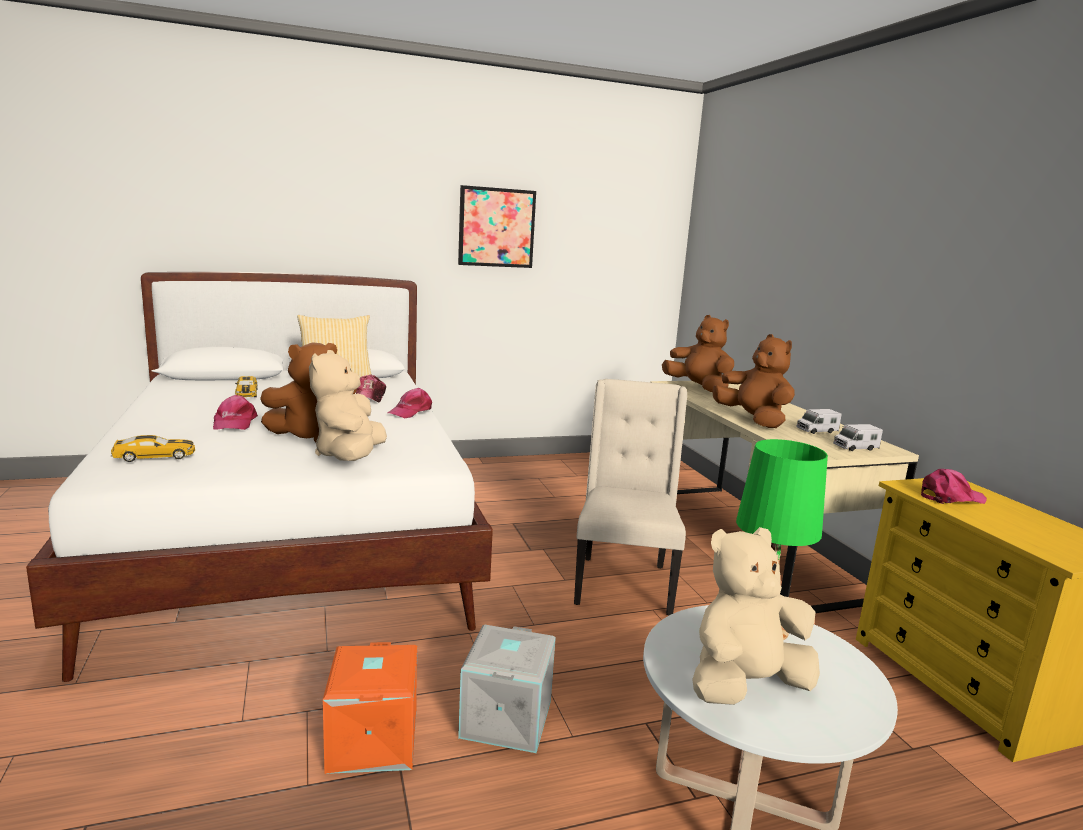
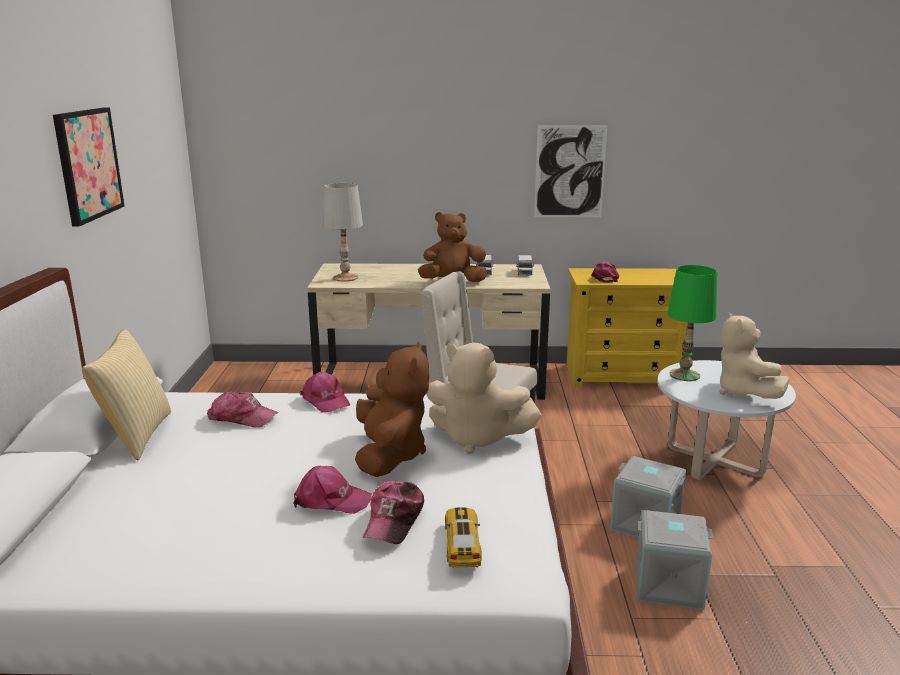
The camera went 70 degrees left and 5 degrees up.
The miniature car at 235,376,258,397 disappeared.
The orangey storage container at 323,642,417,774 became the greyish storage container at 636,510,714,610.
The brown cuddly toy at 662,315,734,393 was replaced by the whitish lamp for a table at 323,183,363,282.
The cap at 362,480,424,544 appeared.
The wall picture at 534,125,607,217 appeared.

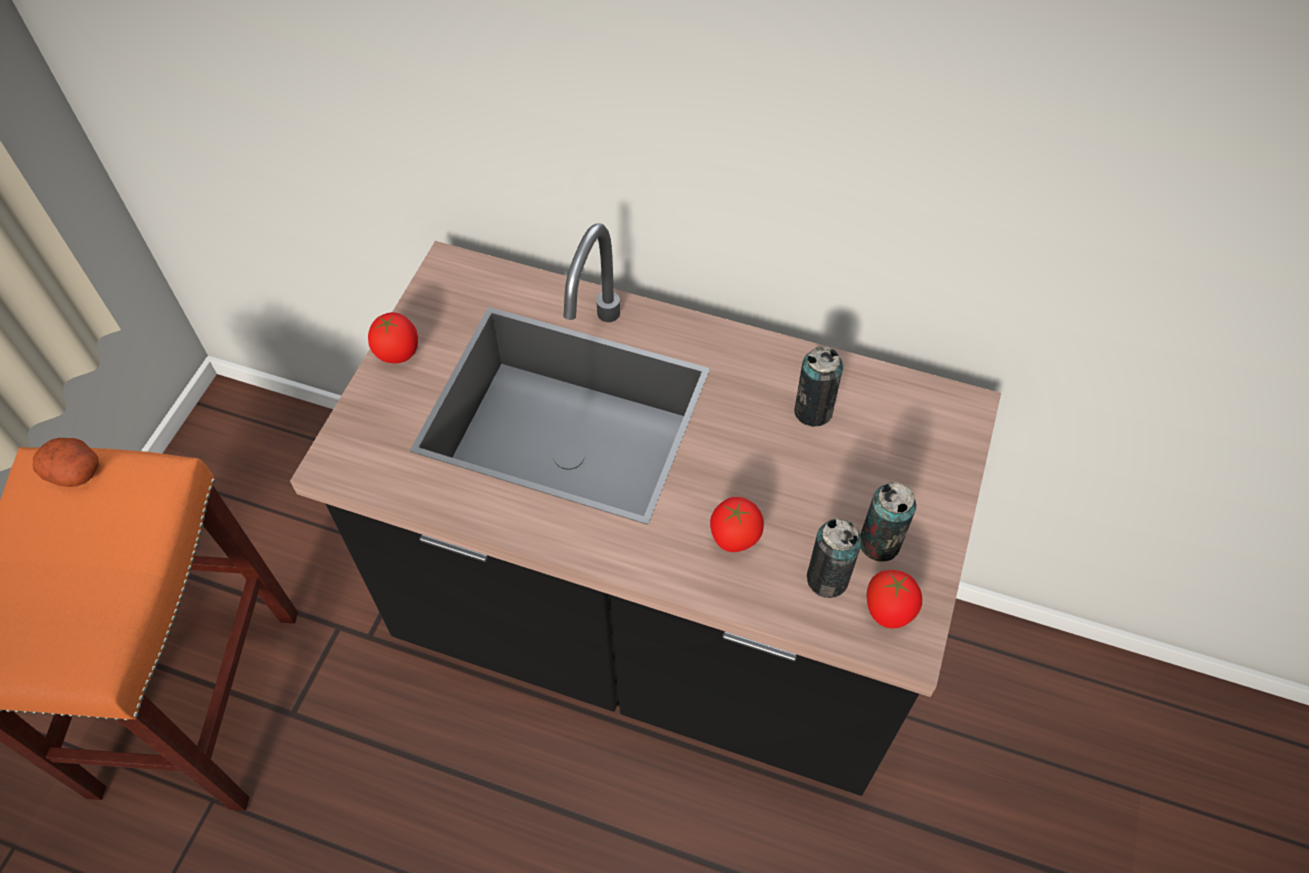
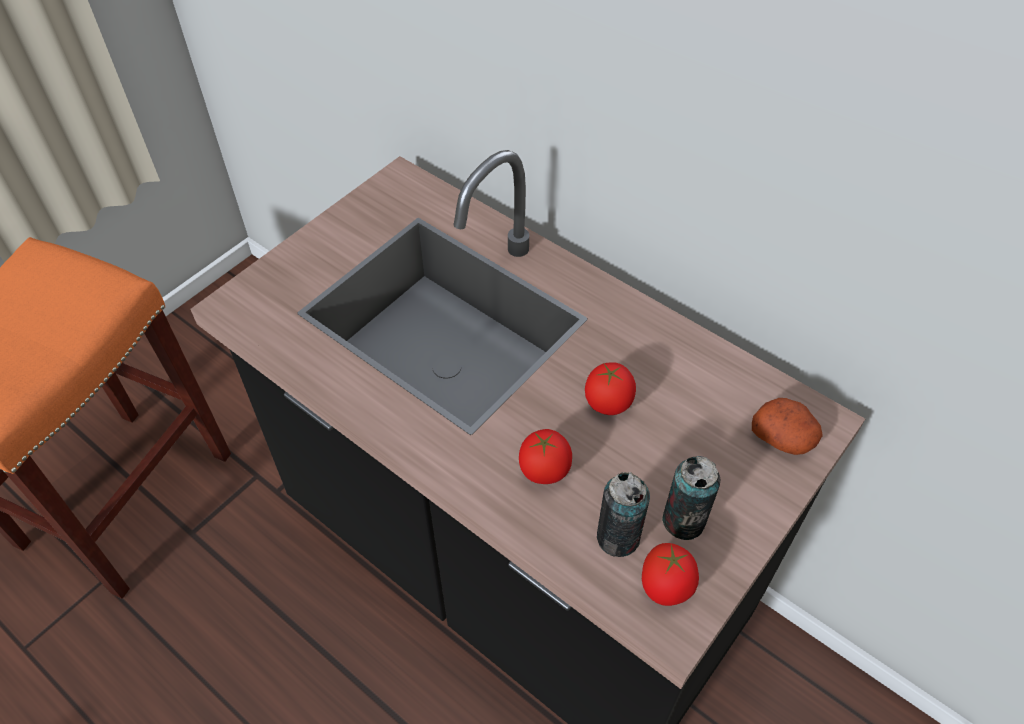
The camera went 20 degrees right and 5 degrees down.
The spud moved from 33,438,99,487 to 752,398,823,455.
The whole tomato moved from 368,312,418,363 to 585,362,636,415.
The can at 794,346,844,427 disappeared.

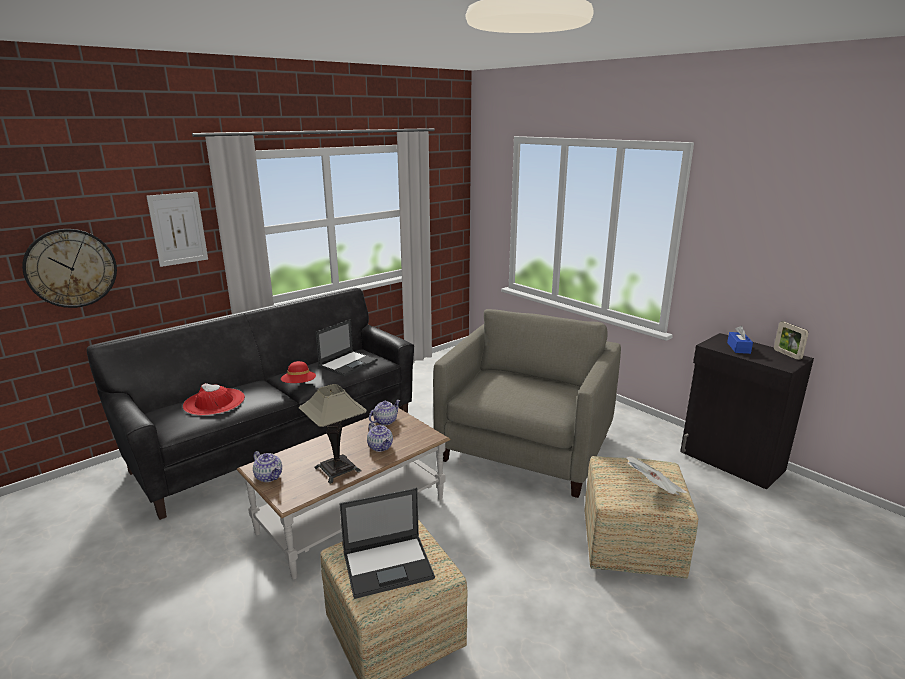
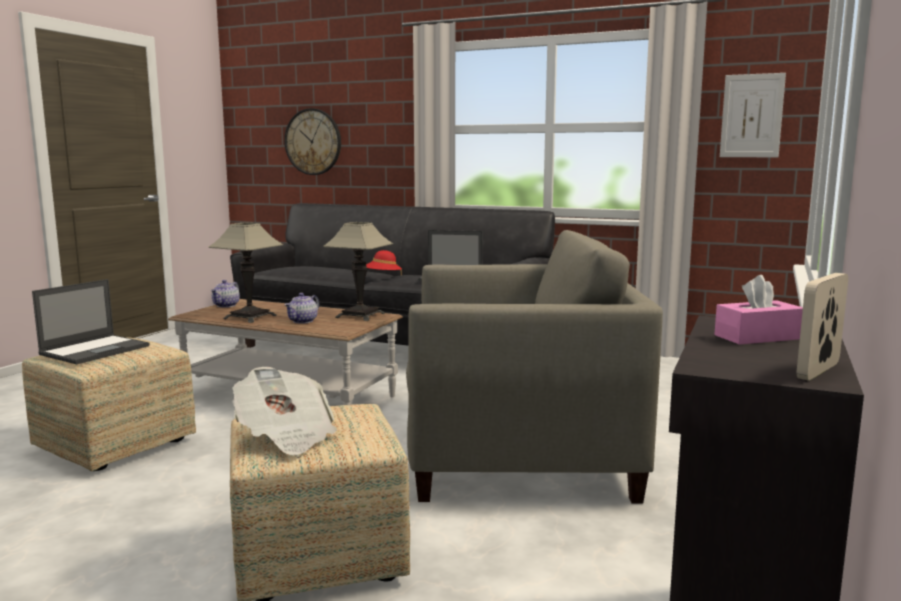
The camera went 65 degrees right and 10 degrees down.
The wall picture moved from 146,192,208,267 to 720,73,786,157.
The reddish wearable hat at 183,383,245,415 disappeared.
The portable computer at 339,488,435,599 turned 105 degrees counterclockwise.
The teapot at 369,400,401,425 was replaced by the lamp for a table at 323,222,393,321.
The blue-coloured tissue holder at 727,326,753,354 became the pink tissue holder at 714,275,803,345.

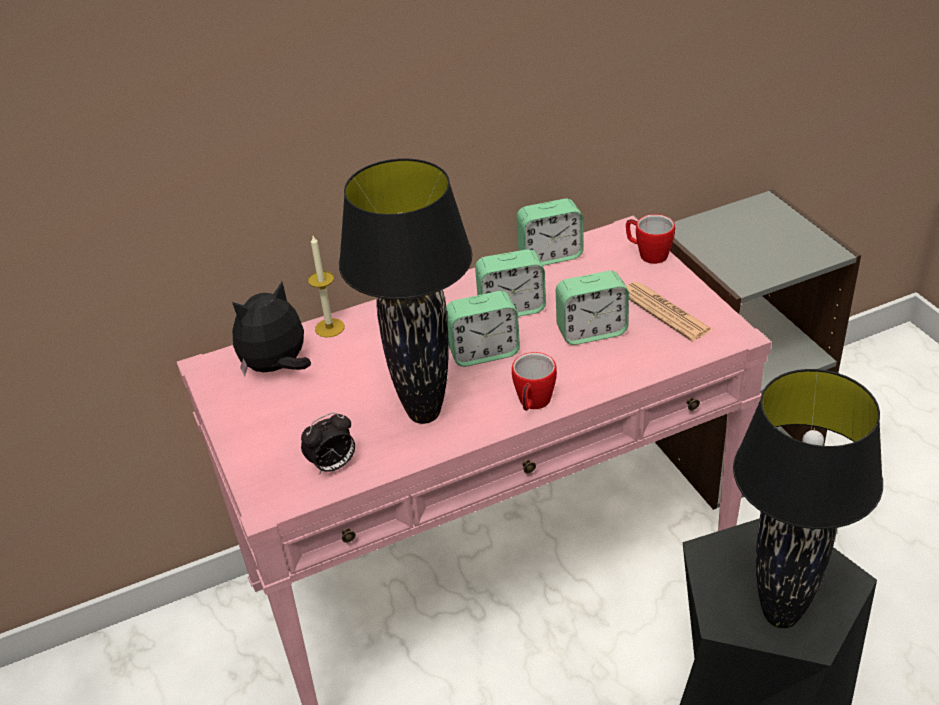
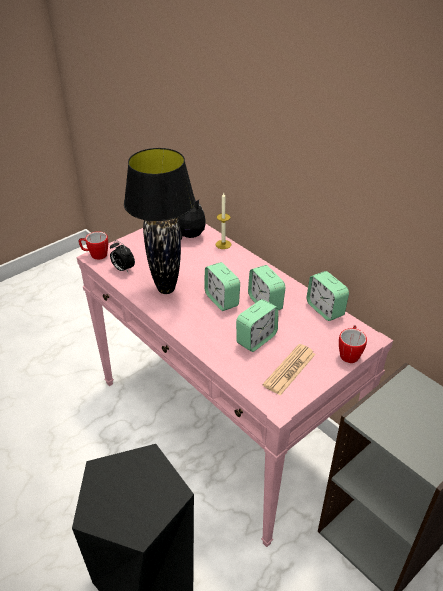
The camera went 70 degrees right and 0 degrees up.
The mug moved from 512,352,557,411 to 79,231,108,260.
The table clock at 556,271,629,345 turned 105 degrees counterclockwise.
The black lamp for a table at 733,369,883,628 disappeared.

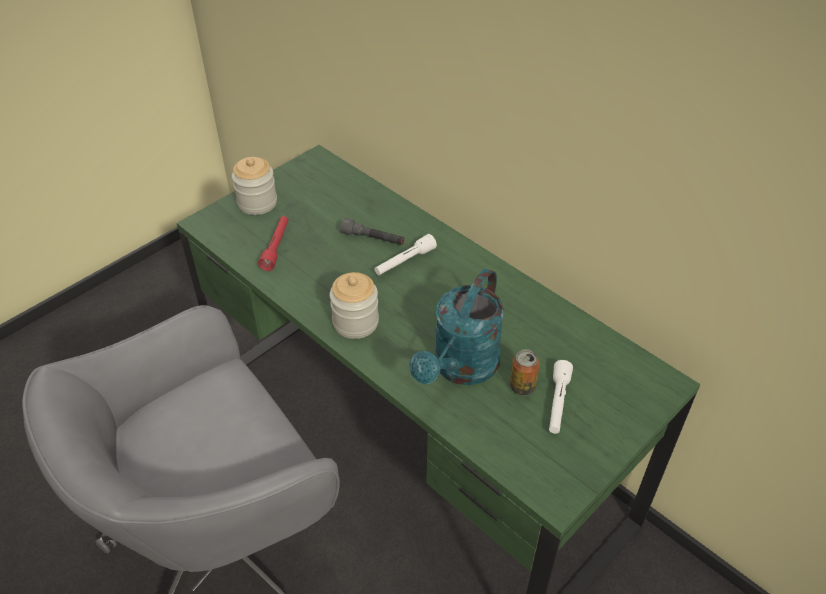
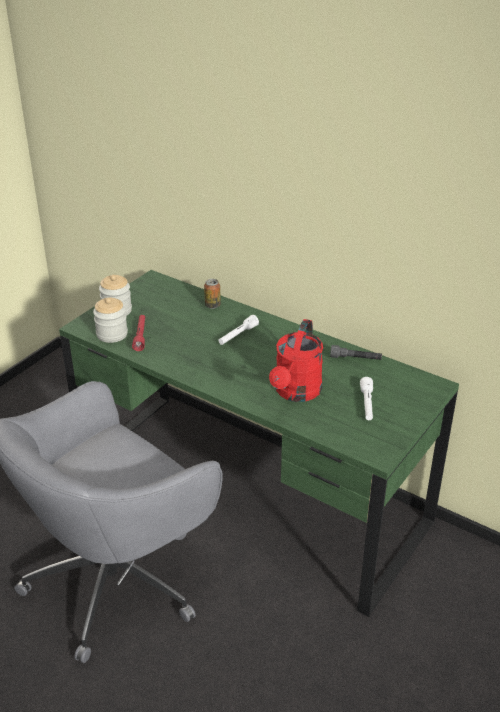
The camera went 10 degrees left and 10 degrees down.
The preserve jar moved from 330,272,379,339 to 93,298,128,343.
The greyish torch moved from 340,218,404,245 to 330,345,382,360.
The turquoise-coloured sprinkling can at 409,268,504,385 became the reddish sprinkling can at 269,319,323,402.
The can moved from 510,349,540,395 to 204,279,221,309.

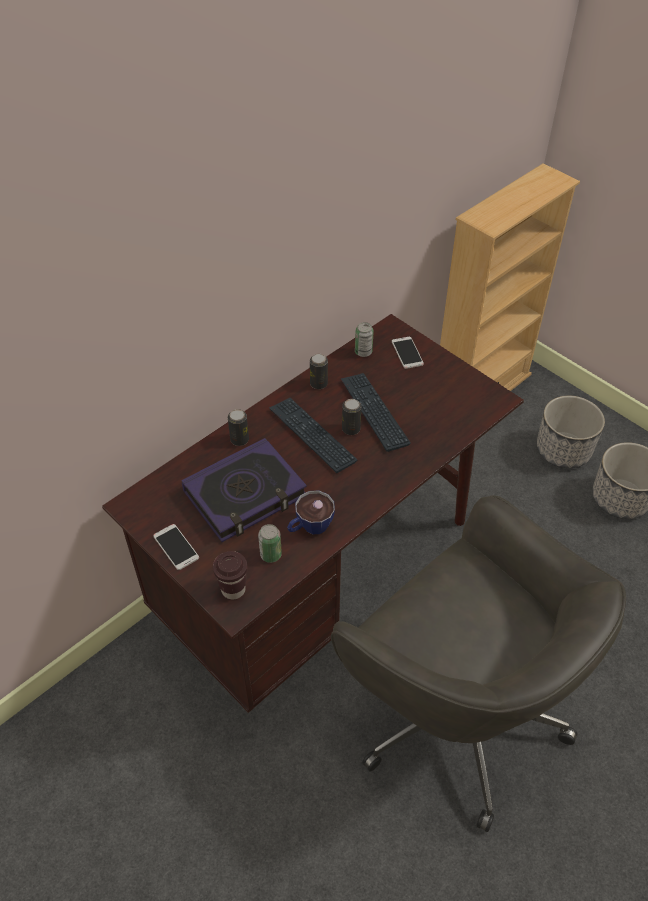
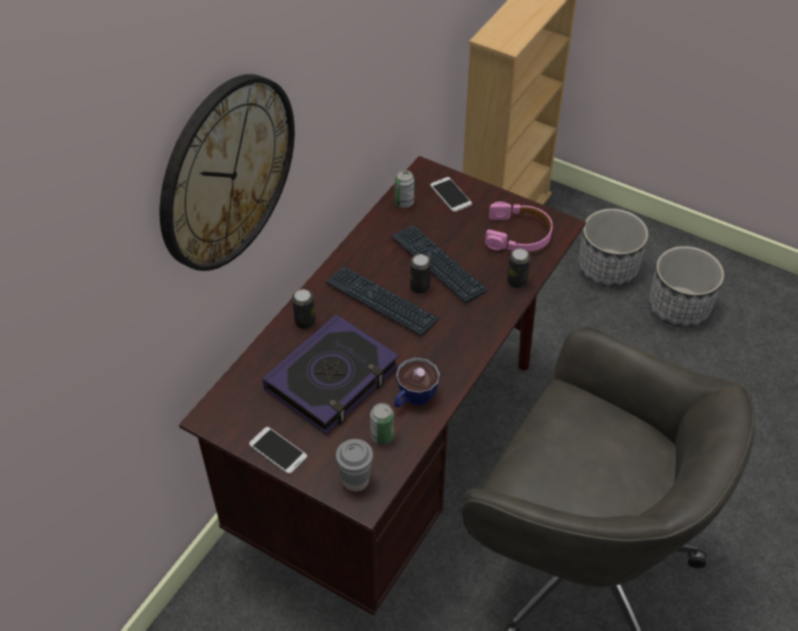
The camera went 15 degrees left and 0 degrees up.
The brown drinking cup at 213,551,247,599 became the greyish drinking cup at 336,439,373,491.
The can moved from 310,354,328,389 to 507,249,530,288.
The clock on the wall at 160,74,295,271 appeared.
The pink pair of headphones at 485,202,553,252 appeared.

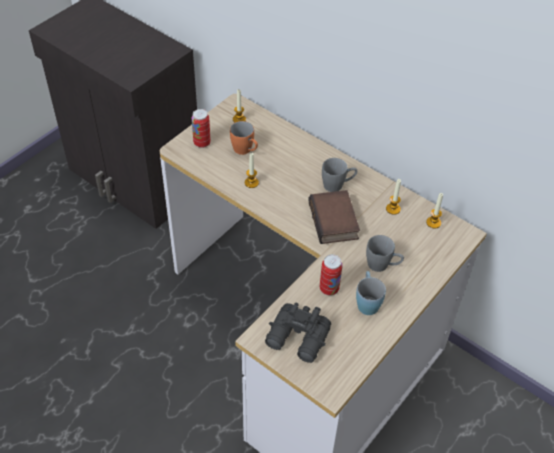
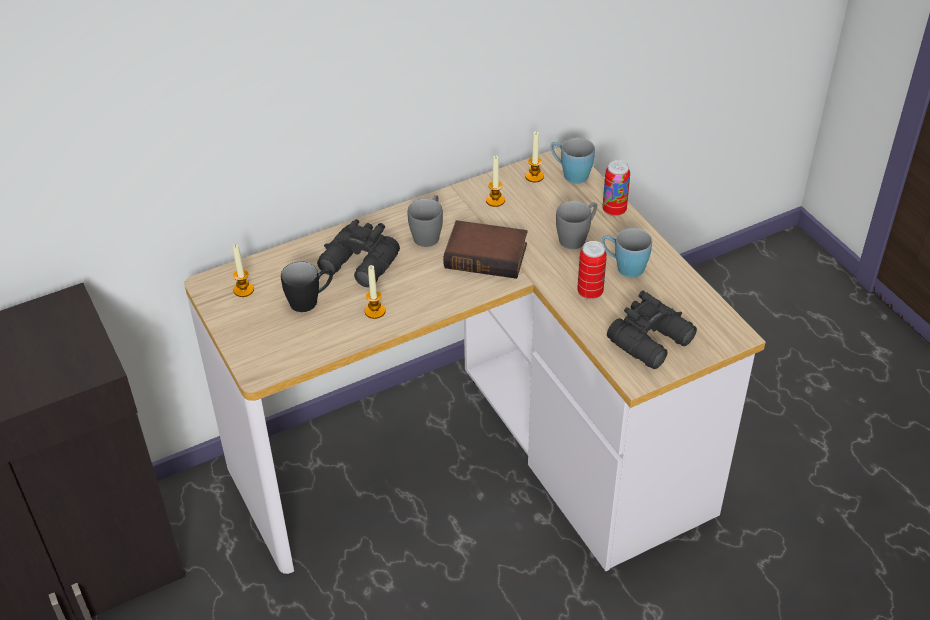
The camera went 65 degrees left and 5 degrees down.
The can moved from 192,109,211,148 to 602,160,630,217.
The orangey mug at 230,121,258,155 became the black mug at 281,261,333,312.
The black field glasses at 317,219,400,287 appeared.
The blue-coloured mug at 550,137,595,184 appeared.

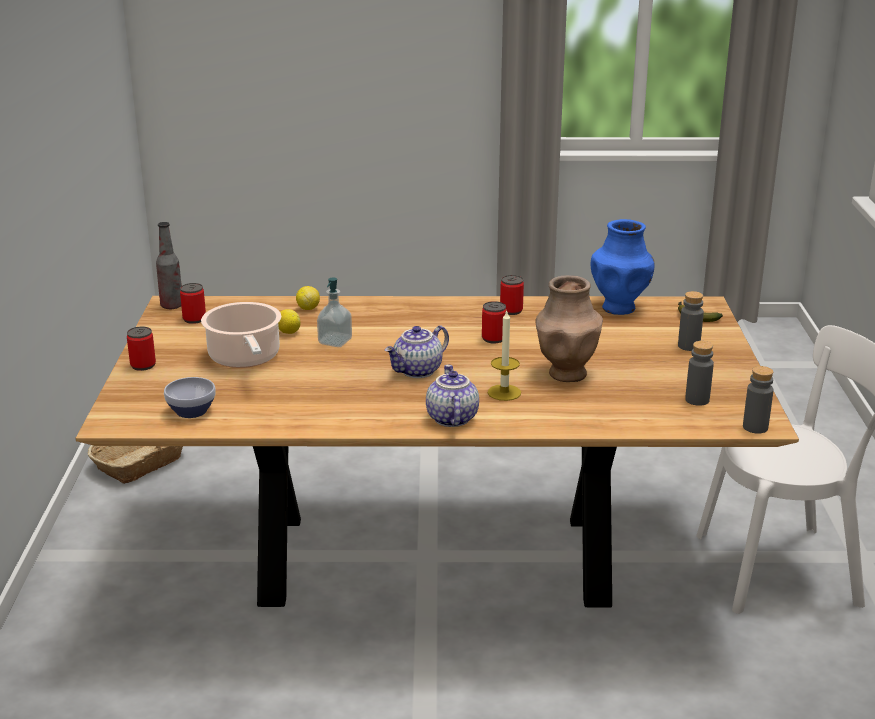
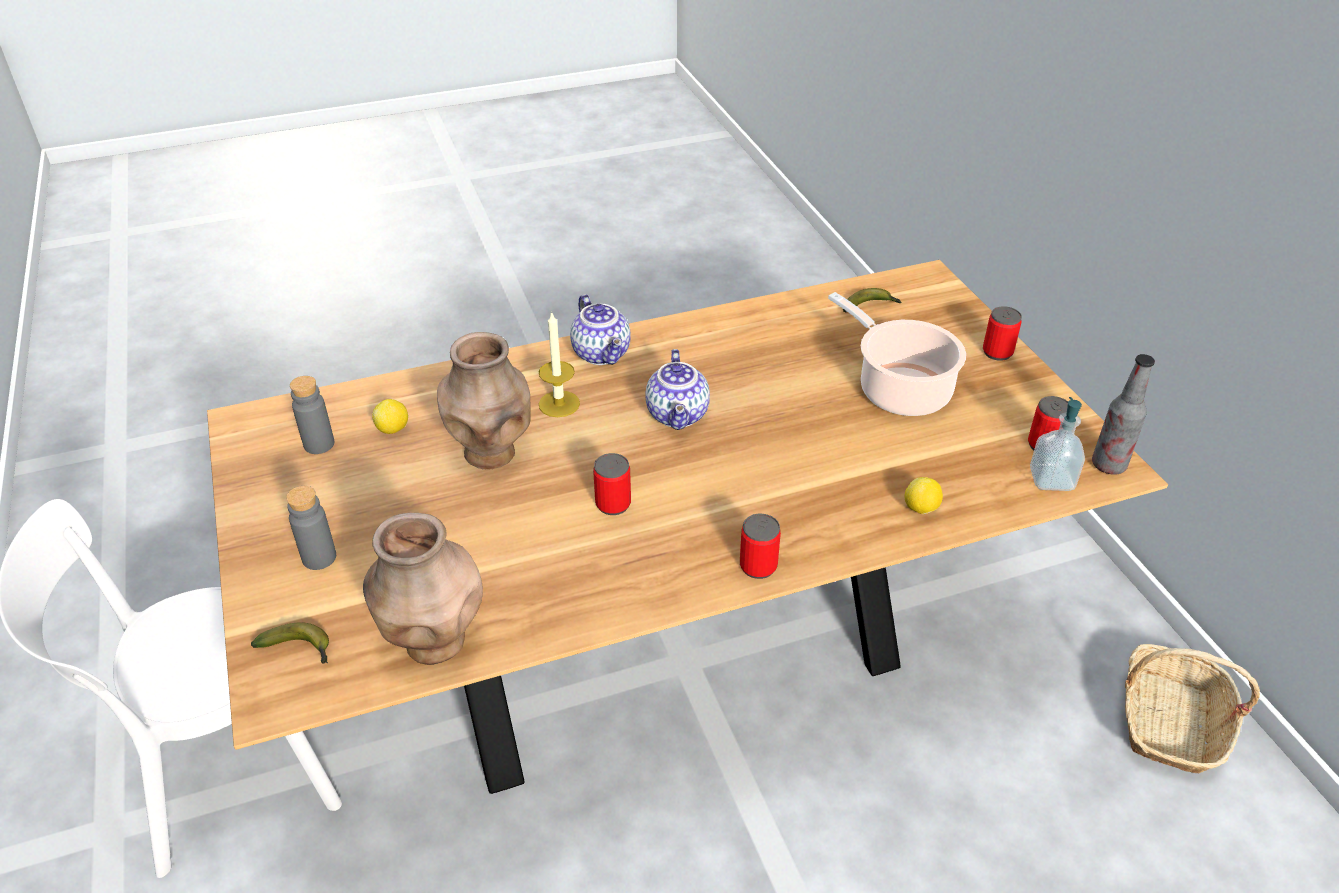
The camera went 160 degrees right and 15 degrees up.
The serving bowl at 164,377,216,418 was replaced by the whole banana at 843,288,902,312.
The whole lemon moved from 278,309,301,334 to 372,399,408,434.
The soap bottle moved from 317,277,352,347 to 1030,397,1085,491.
The teapot at 385,326,449,378 turned 150 degrees clockwise.
The can moved from 500,275,524,315 to 740,514,781,579.
The blue-coloured decorative vase at 591,219,654,315 became the brown decorative vase at 363,513,483,665.
The greyish bottle at 743,366,773,434 disappeared.

